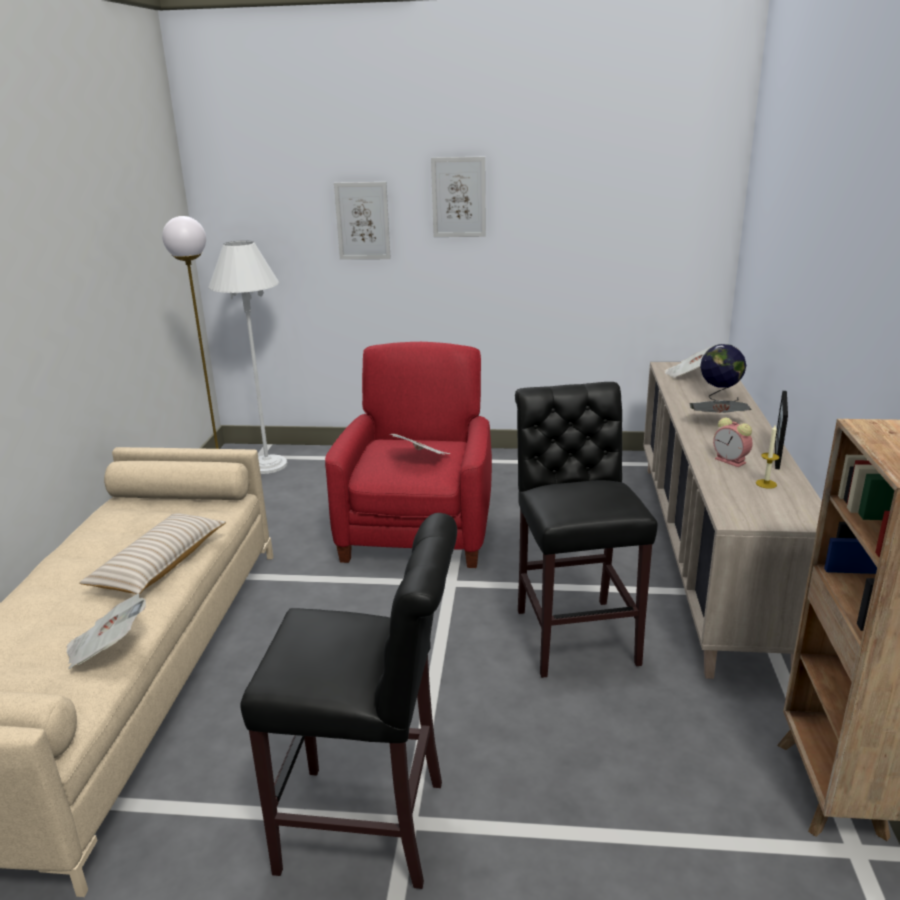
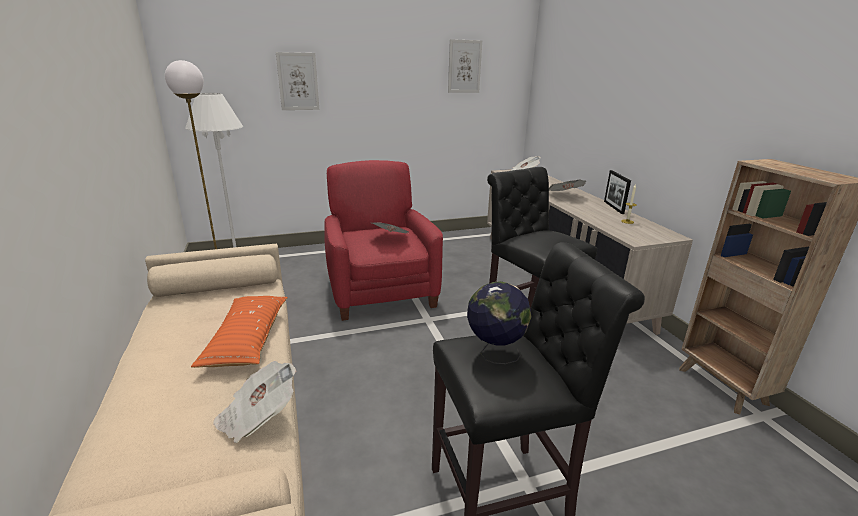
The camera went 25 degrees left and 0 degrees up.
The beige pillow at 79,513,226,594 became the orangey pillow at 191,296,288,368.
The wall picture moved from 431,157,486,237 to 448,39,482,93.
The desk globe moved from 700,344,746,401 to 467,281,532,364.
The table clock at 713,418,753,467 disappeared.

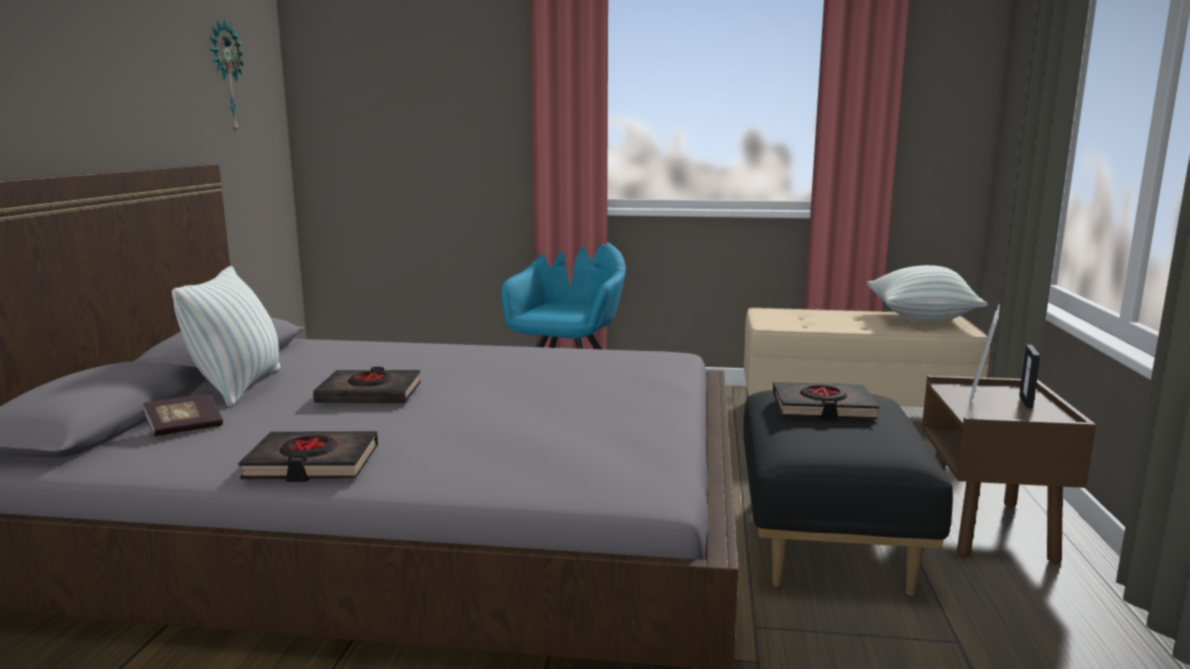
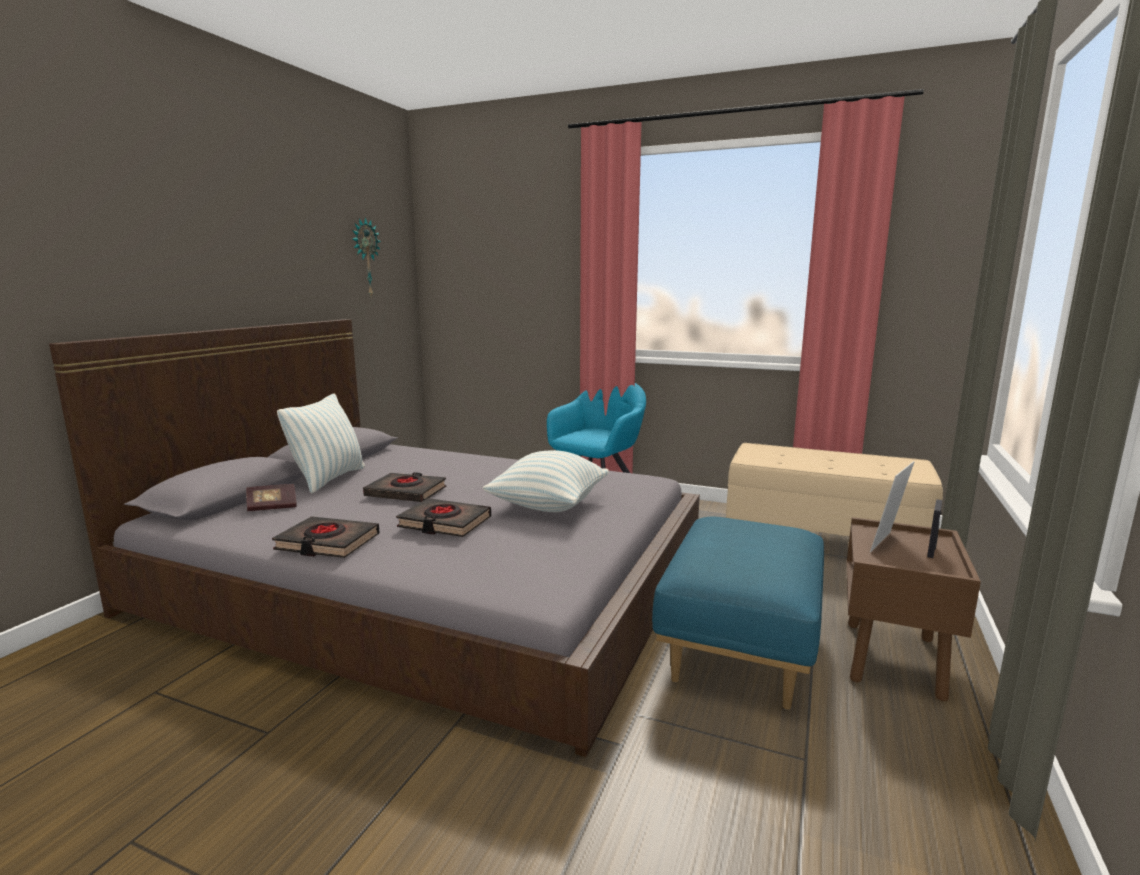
The camera went 15 degrees right and 0 degrees up.
The black footrest at 743,390,953,596 became the blue-coloured footrest at 652,517,824,710.
The black book moved from 773,382,879,421 to 396,498,491,537.
The pillow moved from 867,265,988,322 to 483,450,609,512.

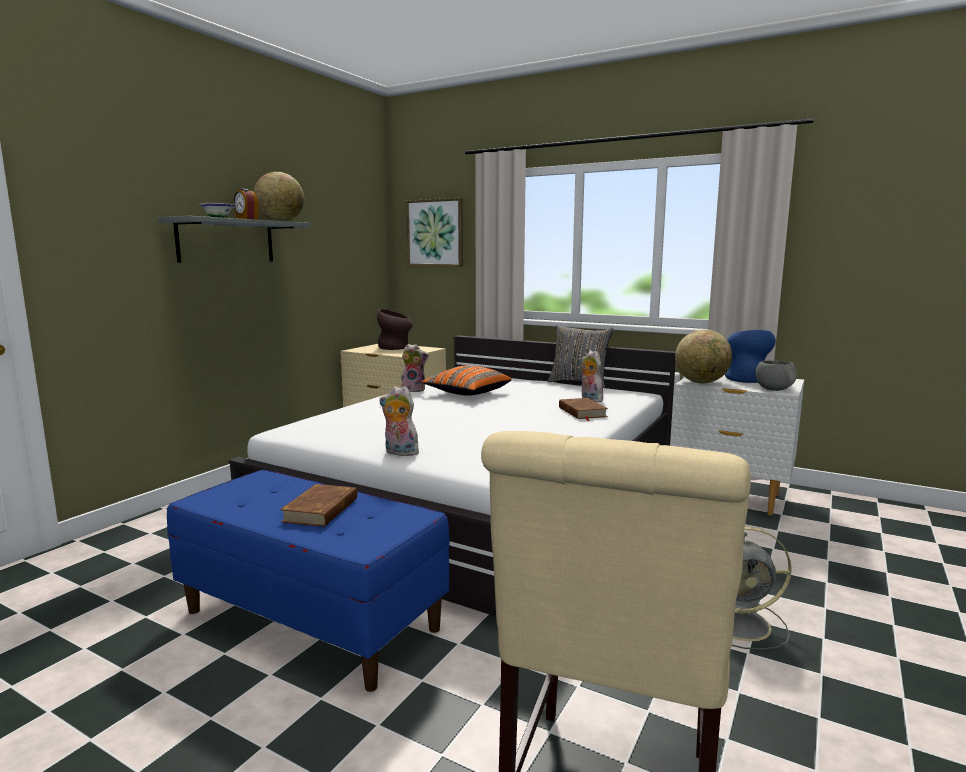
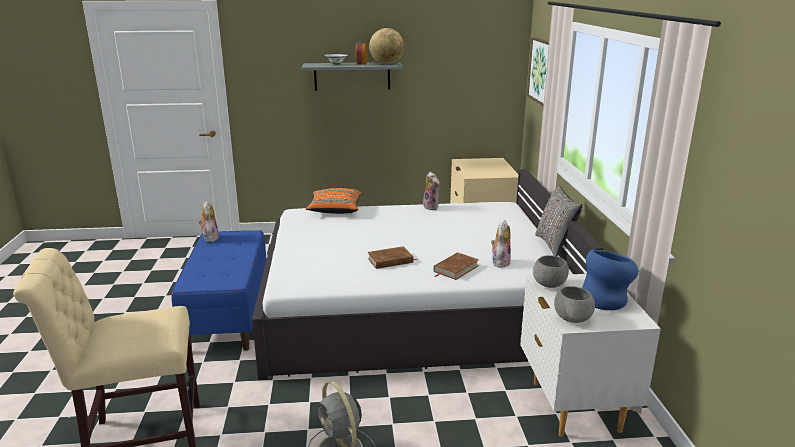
The camera went 55 degrees right and 10 degrees up.
The brown book moved from 280,484,357,527 to 368,246,417,269.
The brown decorative vase at 377,309,413,350 disappeared.
The cuddly toy moved from 380,386,419,456 to 199,201,220,242.
The orangey pillow moved from 422,365,512,396 to 306,188,361,214.
The desk globe at 675,329,732,383 was replaced by the greyish serving bowl at 533,255,569,288.

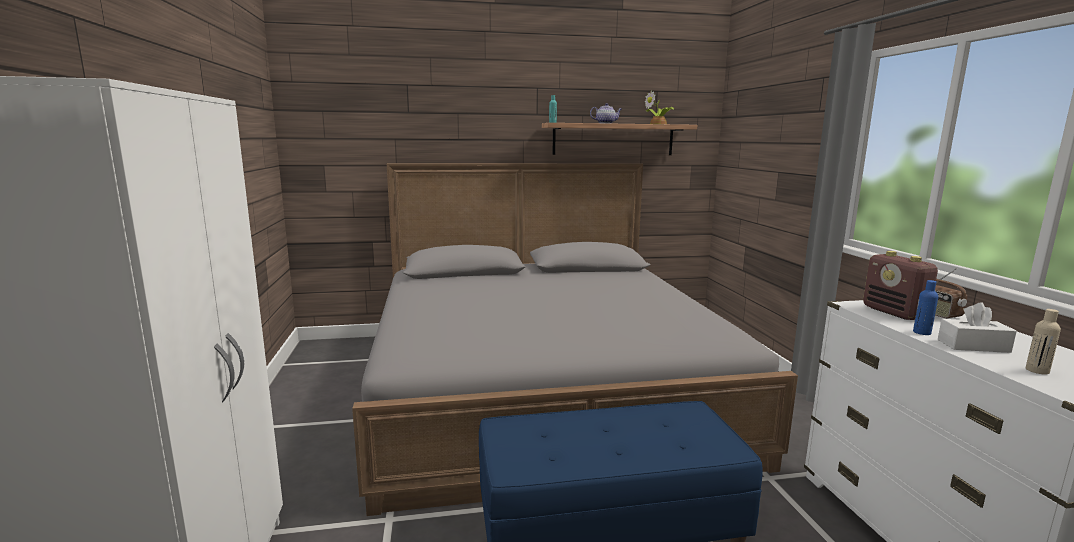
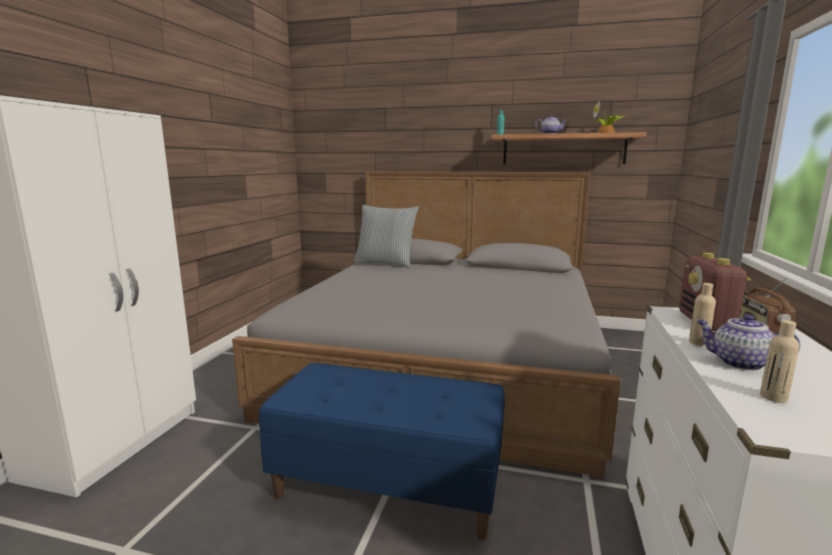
The camera went 25 degrees right and 0 degrees up.
The blue-coloured bottle at 913,280,938,335 became the beige bottle at 689,283,716,346.
The whitish tissue holder at 938,302,1017,353 was replaced by the teapot at 696,314,800,371.
The pillow at 353,205,419,268 appeared.

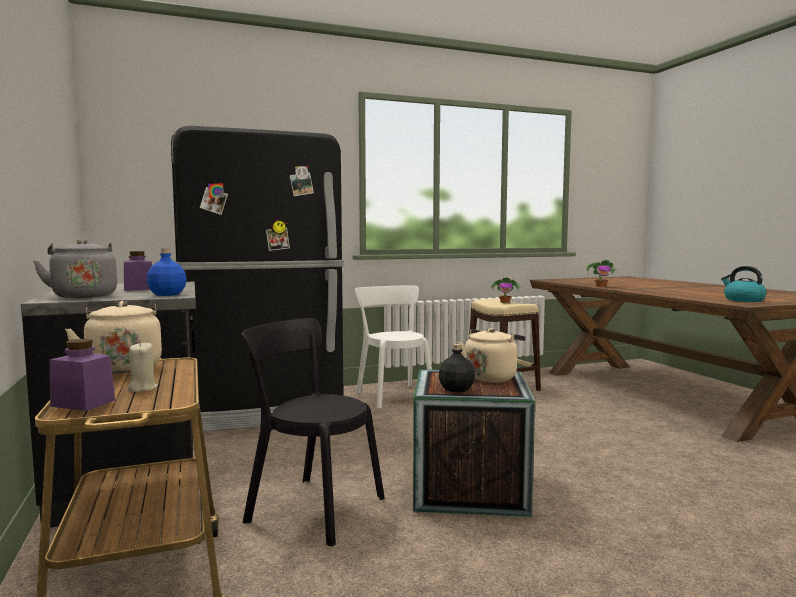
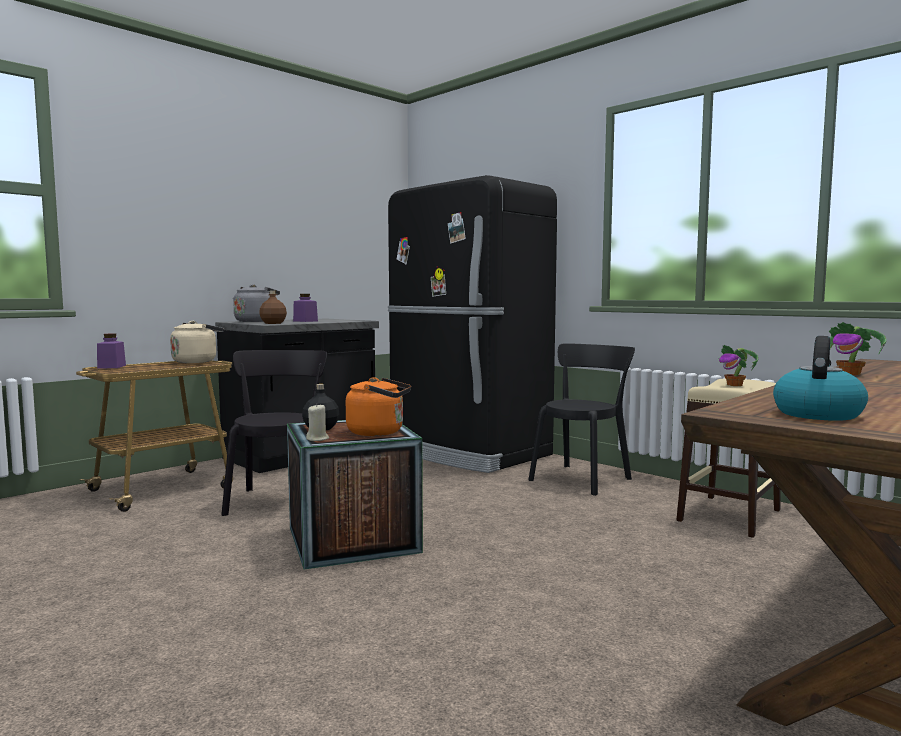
The camera went 65 degrees right and 0 degrees up.
The beige wax candle moved from 127,342,158,392 to 306,404,329,441.
The blue-coloured bottle at 146,248,187,296 became the brown bottle at 259,291,287,324.
The whitish plain chair at 355,285,432,409 became the black plain chair at 529,343,635,496.
The beige water kettle at 458,328,525,383 became the orangey water kettle at 346,377,411,436.

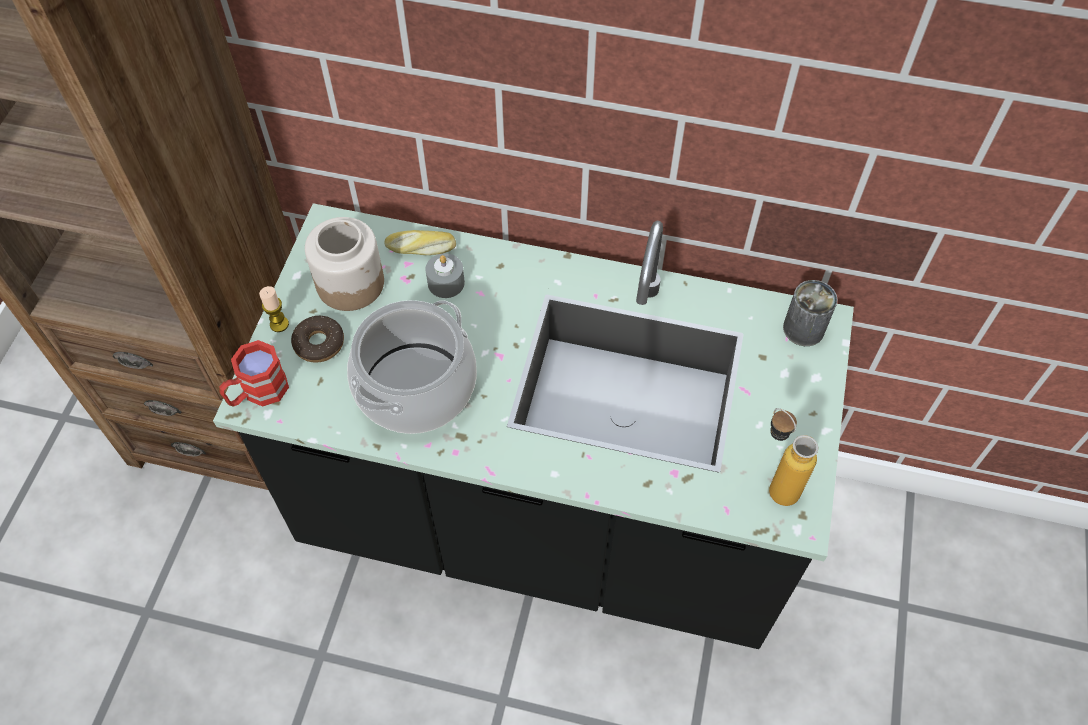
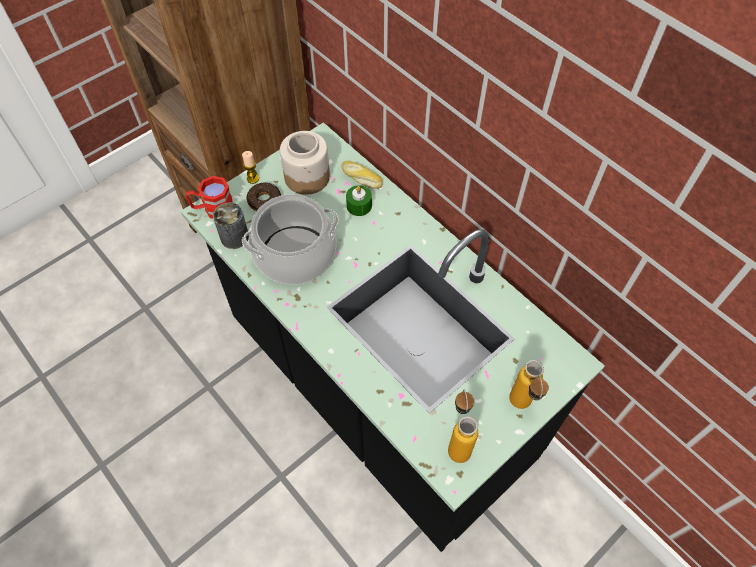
The camera went 35 degrees right and 0 degrees up.
The greyish wax candle at 425,253,465,298 became the green wax candle at 346,185,372,216.
The can moved from 783,280,837,346 to 213,203,249,249.
The bottle at 509,360,549,409 appeared.

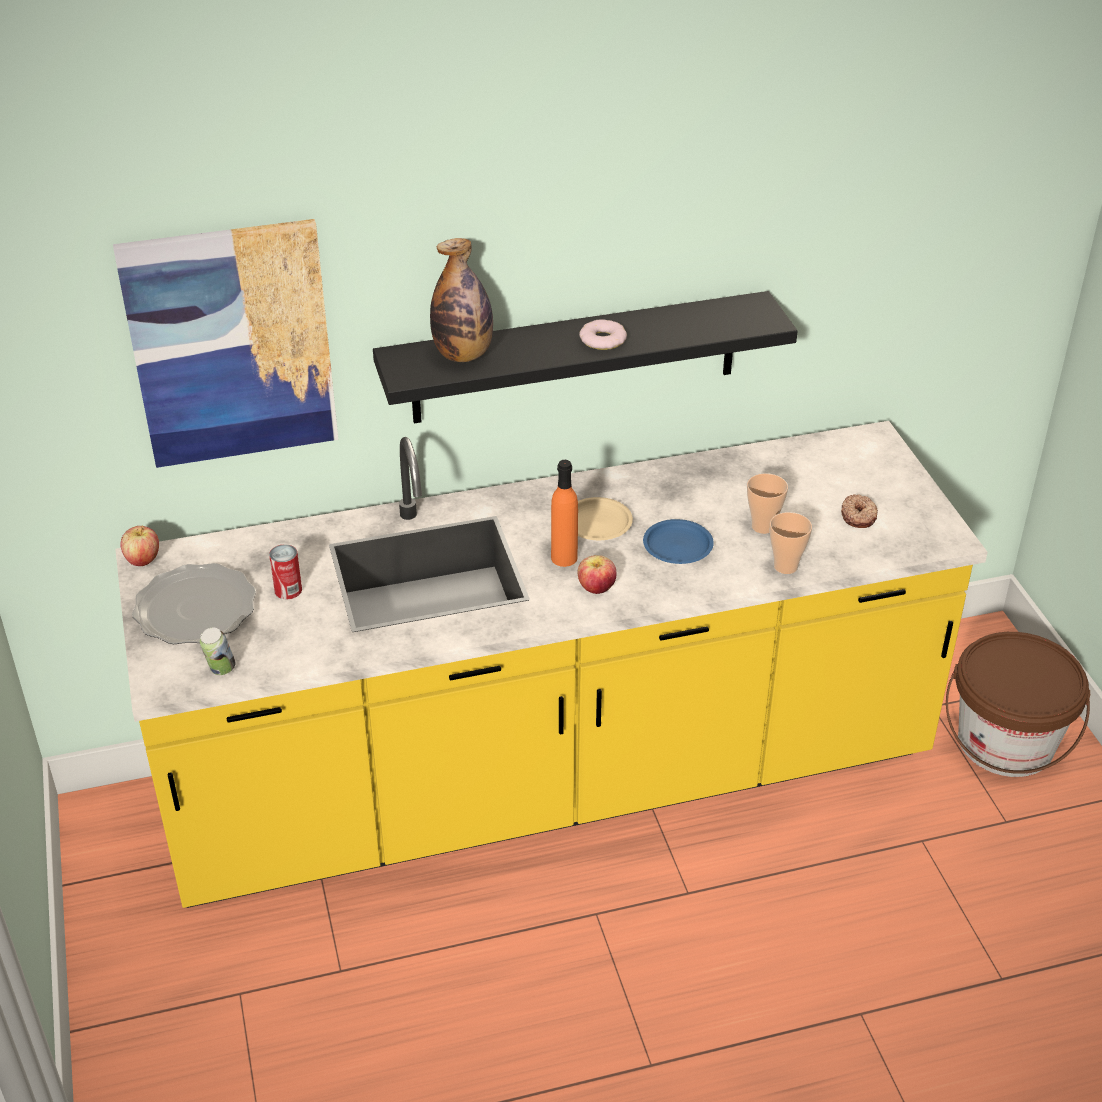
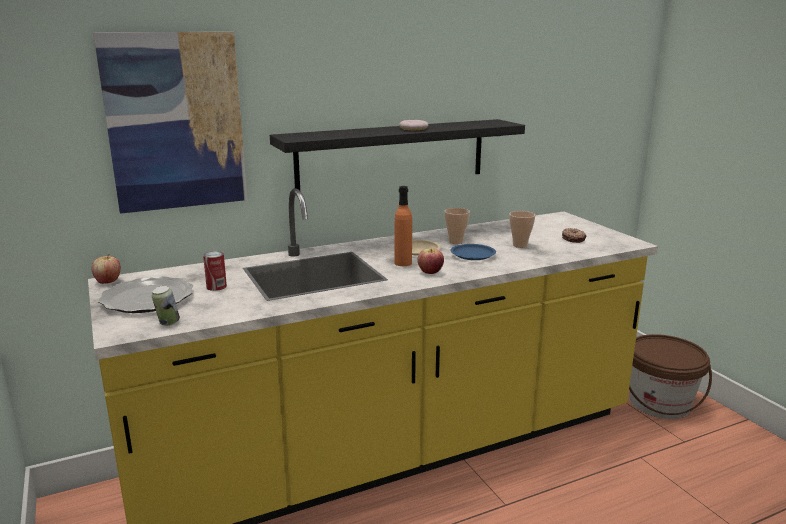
The camera went 10 degrees left and 20 degrees down.
The bottle at 430,238,493,362 disappeared.
The drinking cup moved from 770,512,812,574 to 444,208,470,244.

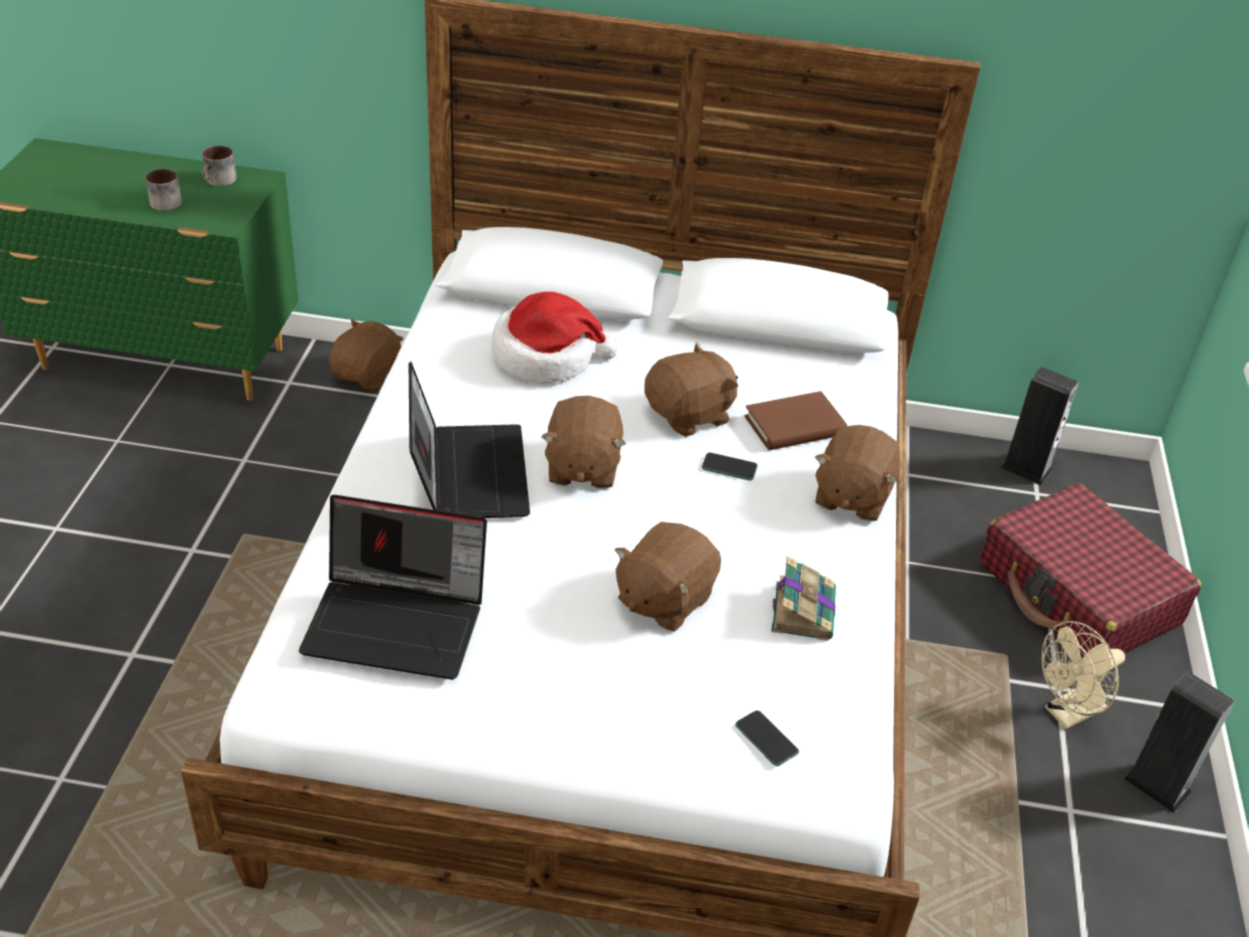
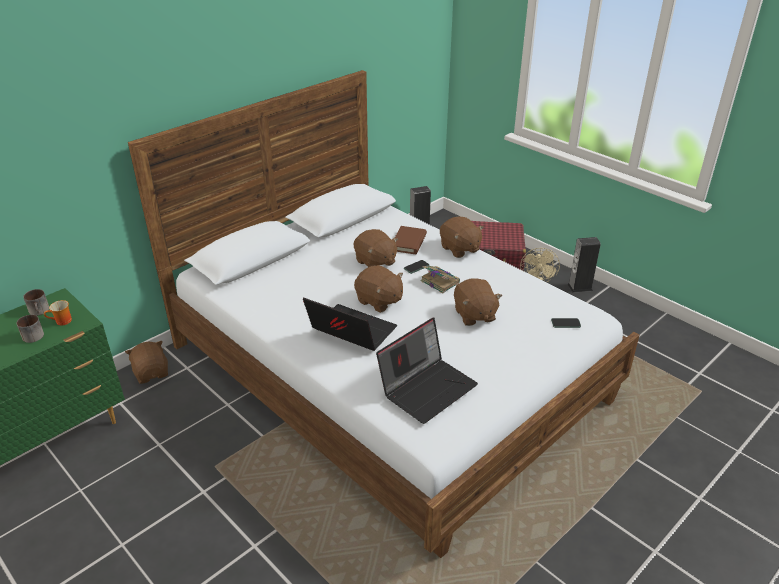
The camera went 50 degrees left and 5 degrees down.
The wearable hat at 491,292,618,383 disappeared.
The brown cuddly toy at 645,343,738,437 turned 135 degrees clockwise.
The book moved from 771,556,836,641 to 420,266,460,293.
The mug at 44,300,72,325 appeared.

